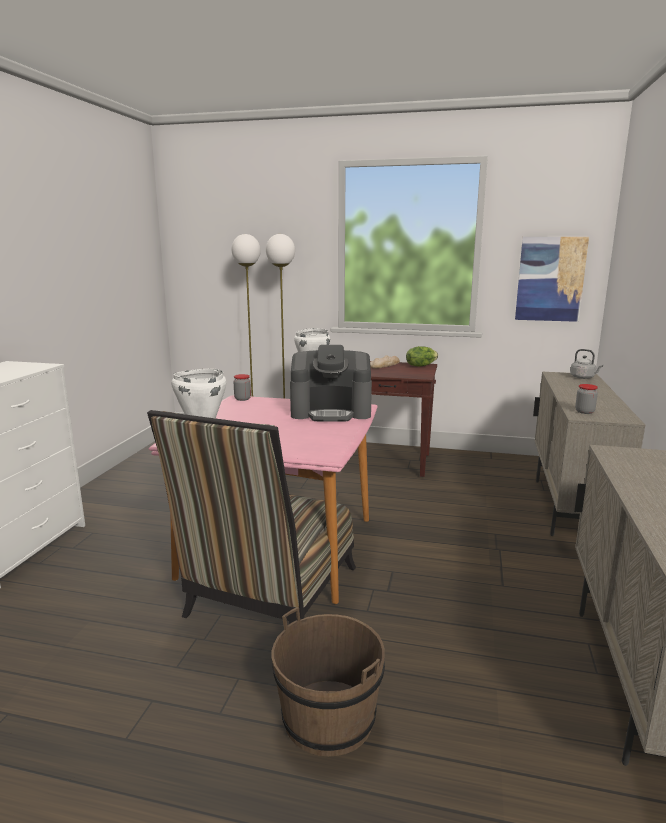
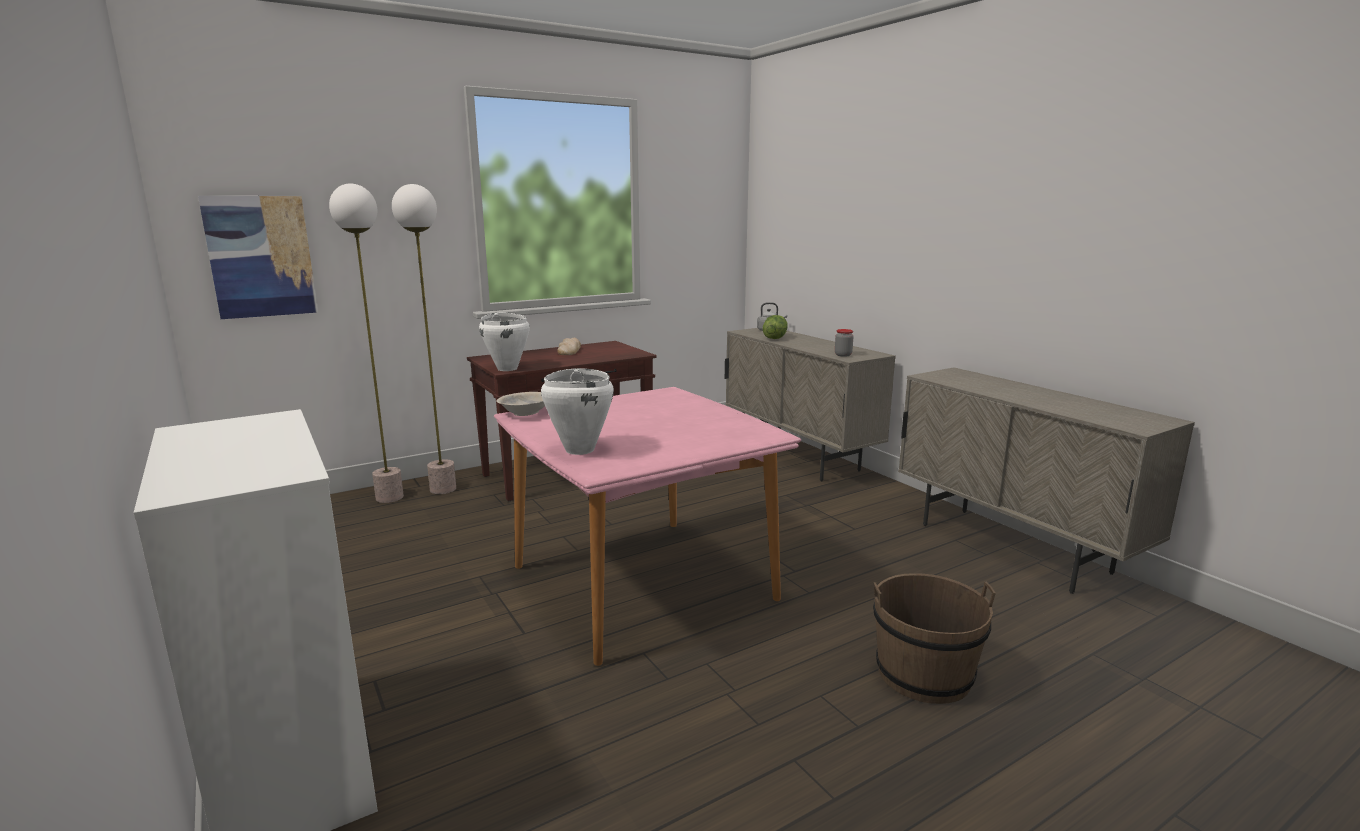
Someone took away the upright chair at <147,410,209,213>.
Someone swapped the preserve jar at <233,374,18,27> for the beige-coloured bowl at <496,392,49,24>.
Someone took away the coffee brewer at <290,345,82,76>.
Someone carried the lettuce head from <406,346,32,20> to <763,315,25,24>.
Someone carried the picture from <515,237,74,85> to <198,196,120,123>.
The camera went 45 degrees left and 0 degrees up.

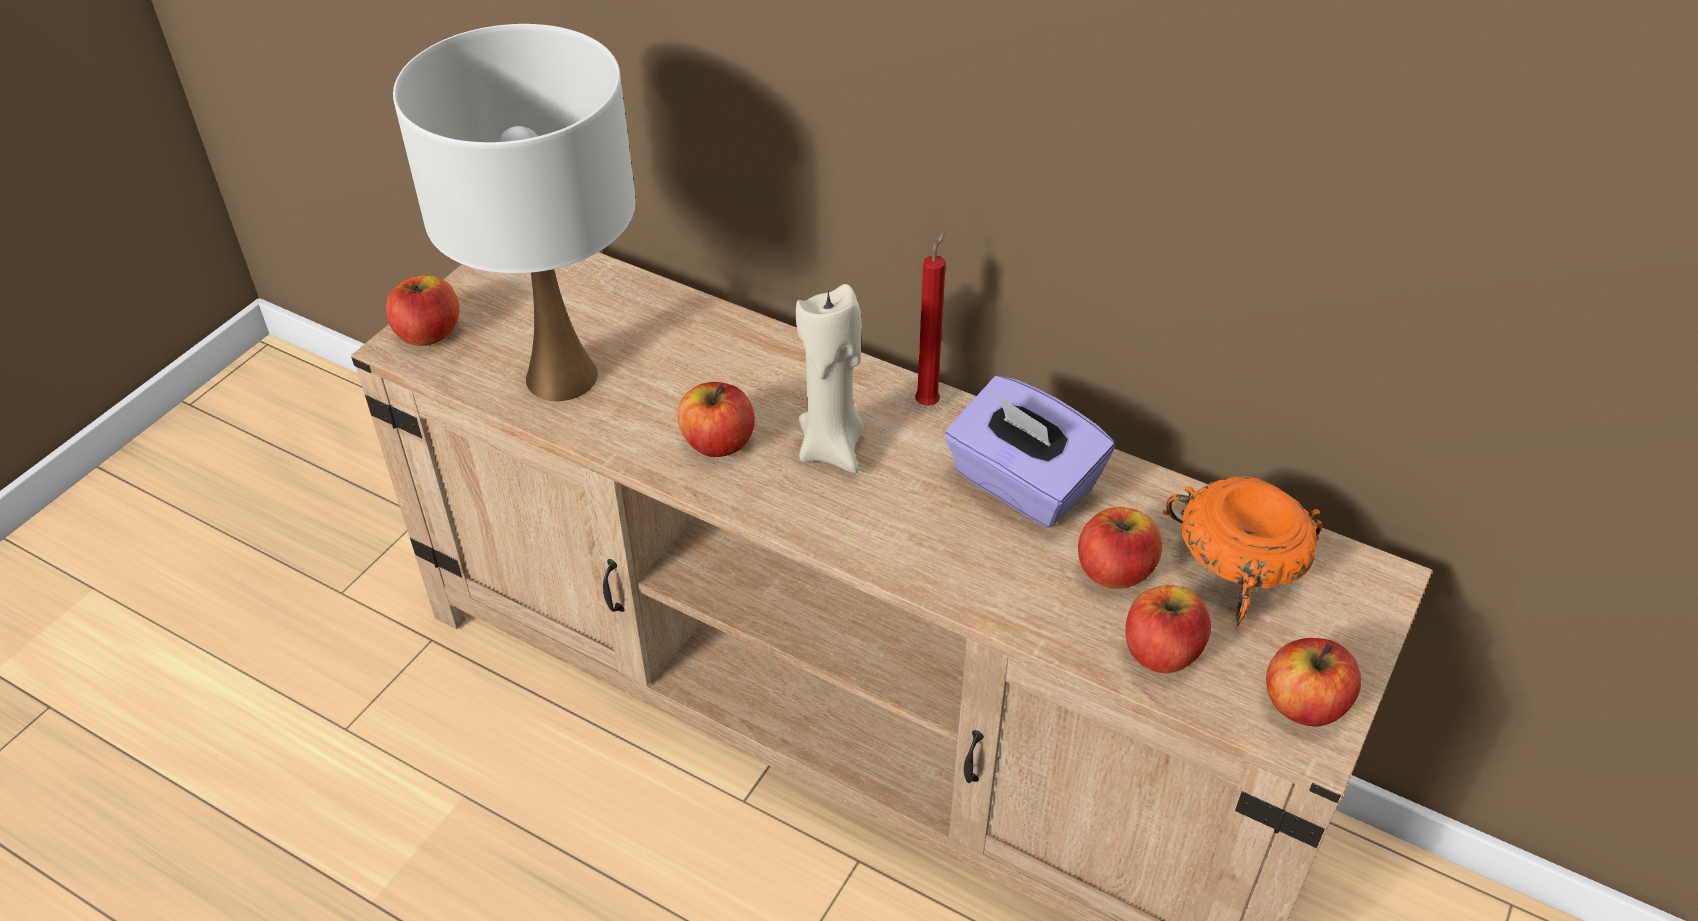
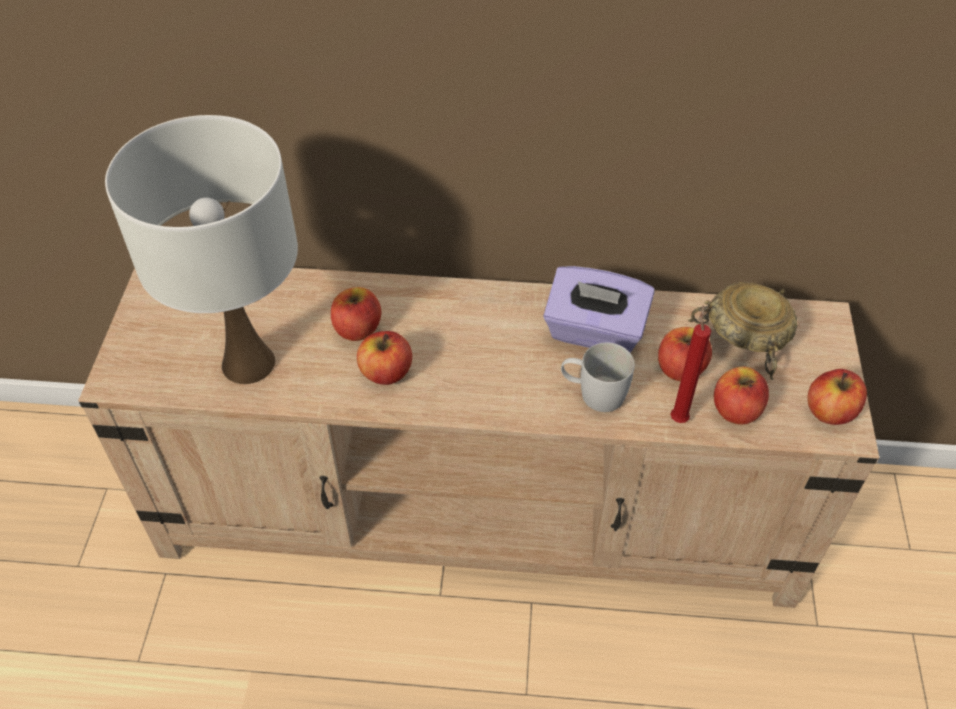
Someone carried the whole apple from <386,275,74,71> to <331,287,51,54>.
Someone took away the beige-coloured wax candle at <796,284,68,189>.
Someone carried the red-coloured wax candle from <915,231,31,175> to <670,305,41,118>.
Someone repainted the orange-coloured bowl at <1163,476,159,153>, which became the beige-coloured bowl at <688,282,109,98>.
Someone put down the white-coloured coffee mug at <561,343,74,69>.
The camera went 25 degrees left and 5 degrees up.

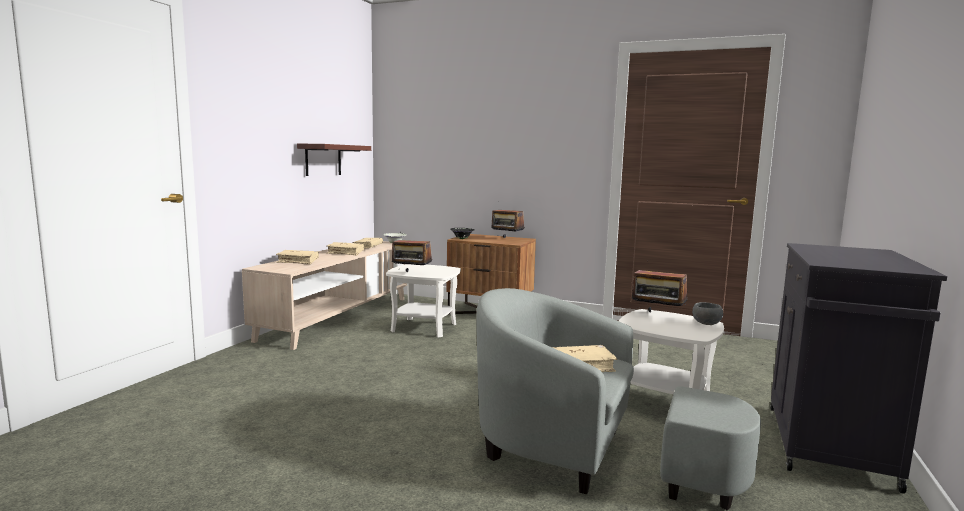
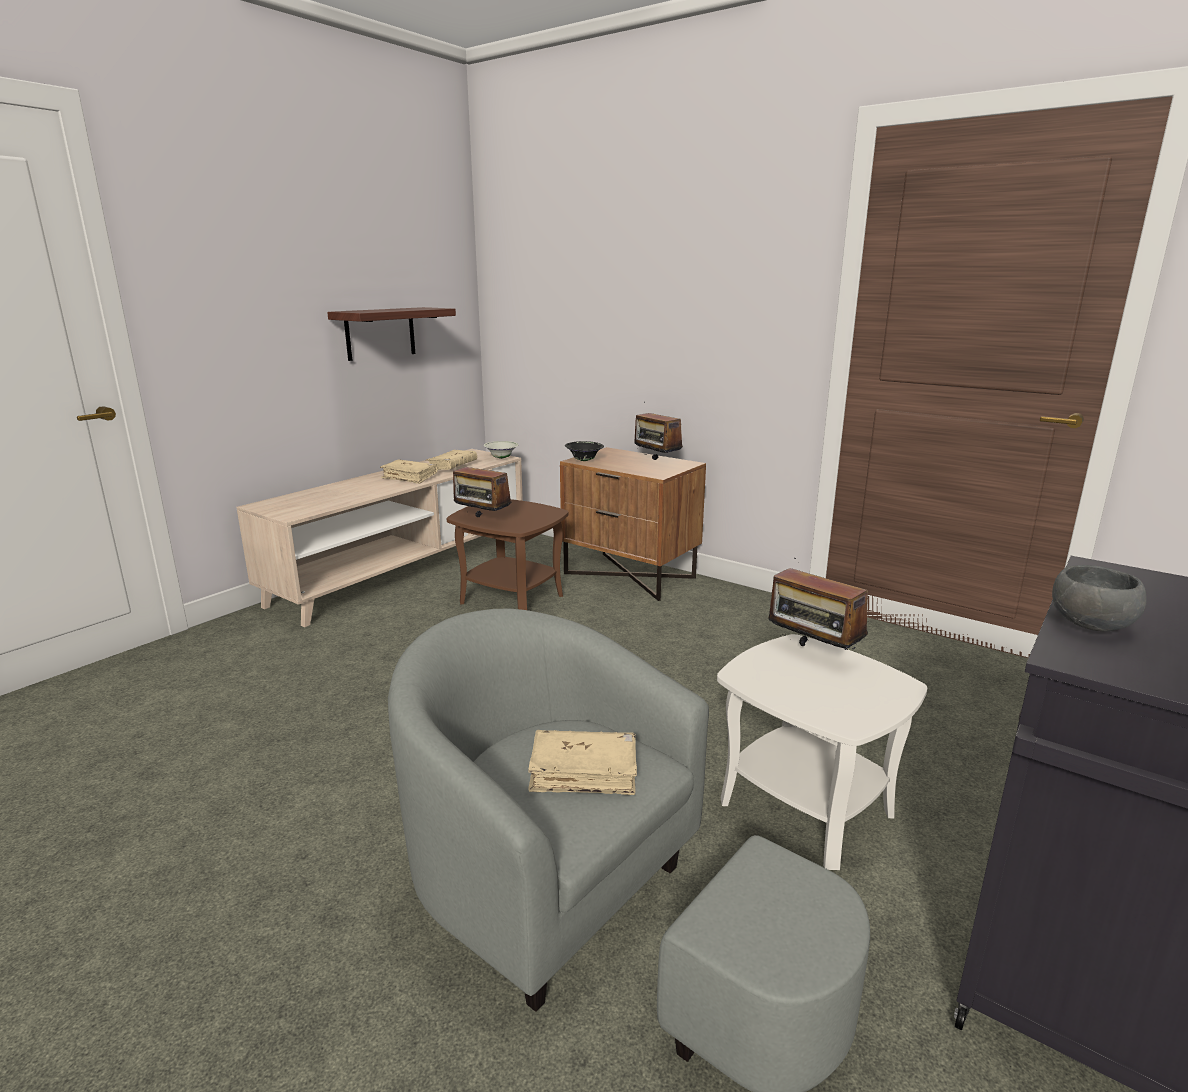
Someone took away the beige-coloured volume at <276,250,43,14>.
Someone repainted the white-coloured end table at <386,264,75,73>, which became the brown-coloured end table at <447,499,122,111>.
Someone carried the greyish bowl from <692,302,31,23> to <1052,565,95,67>.
The camera went 15 degrees right and 10 degrees up.

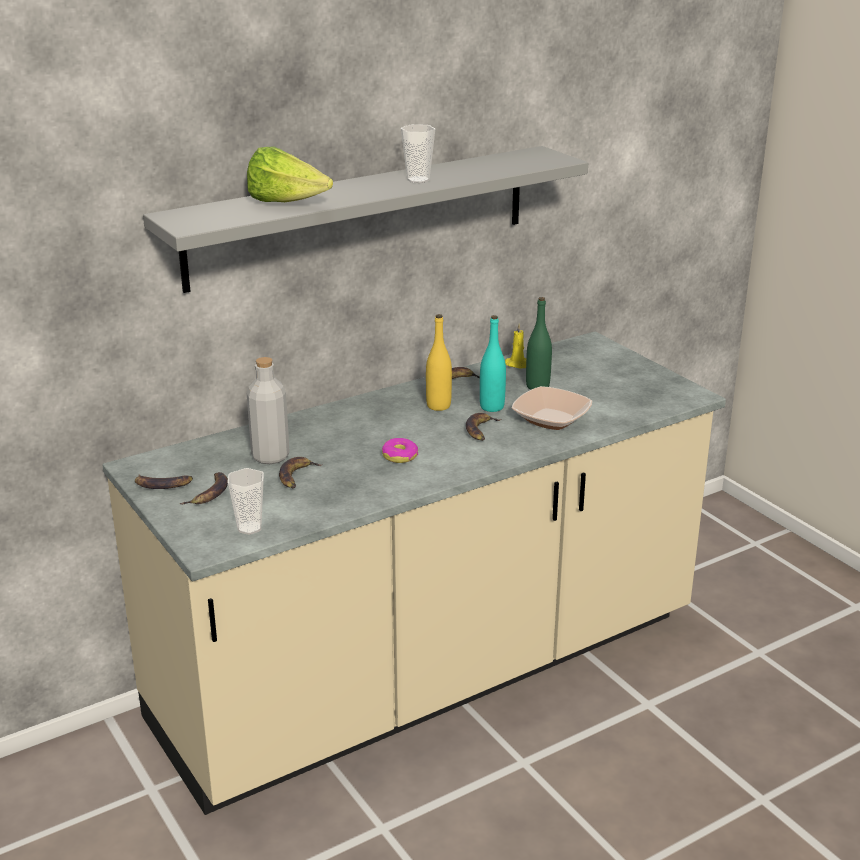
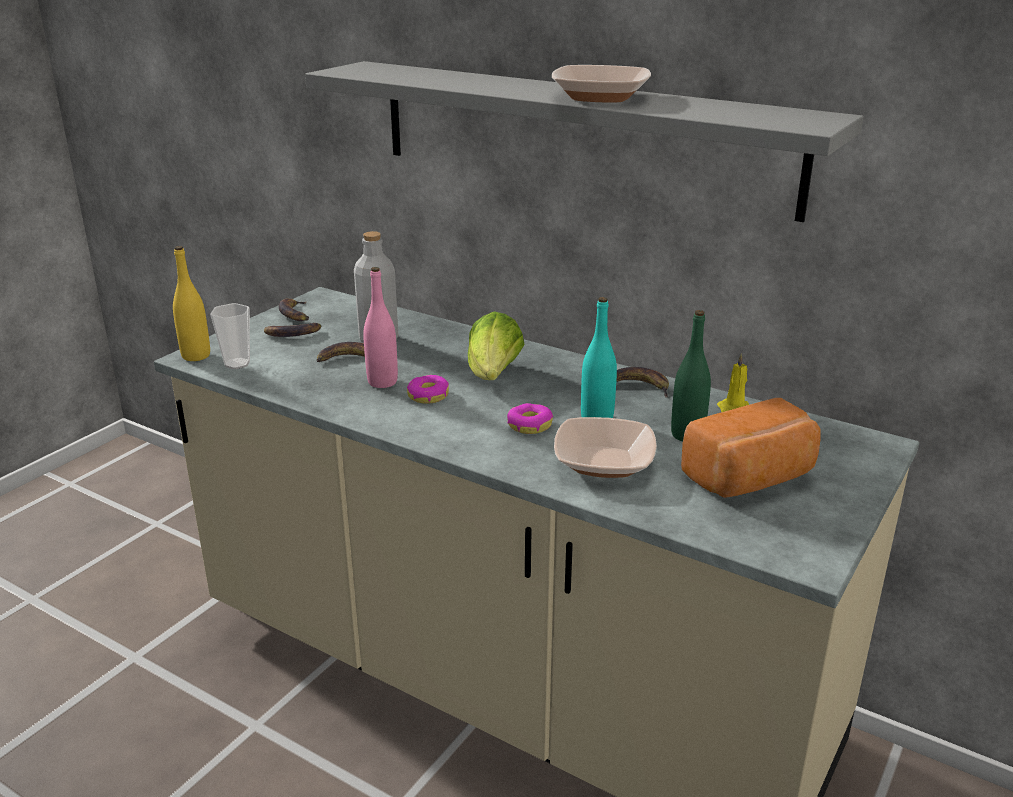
Someone carried the lettuce head from <247,146,86,56> to <468,311,57,69>.
Someone swapped the small cup at <401,124,34,59> for the bowl at <552,65,99,37>.
Someone carried the yellowish drink bottle from <426,314,26,97> to <173,246,37,115>.
Someone swapped the whole banana at <466,413,35,28> for the ring doughnut at <507,403,46,31>.
Someone put down the pink-coloured drink bottle at <363,267,35,121>.
Someone put down the baked bread at <681,398,139,100>.
The camera went 65 degrees right and 0 degrees up.

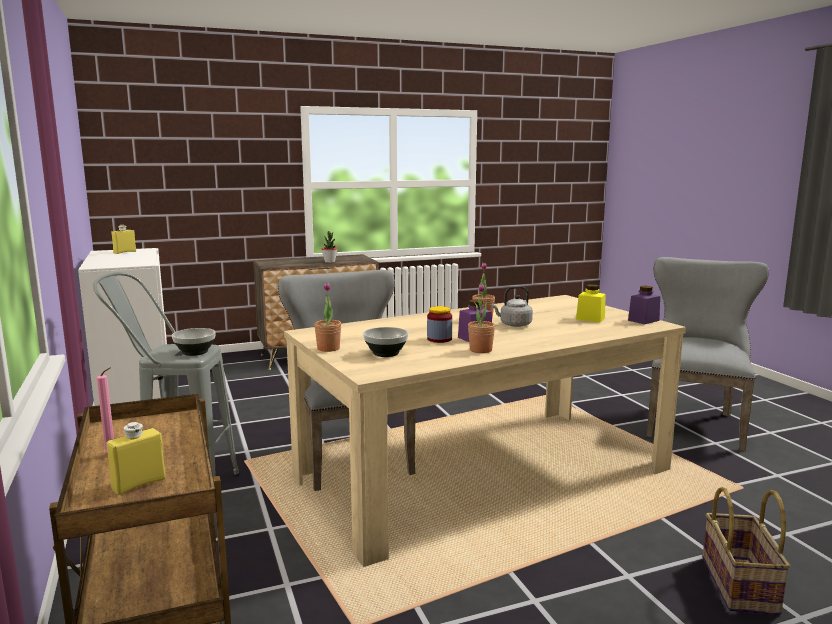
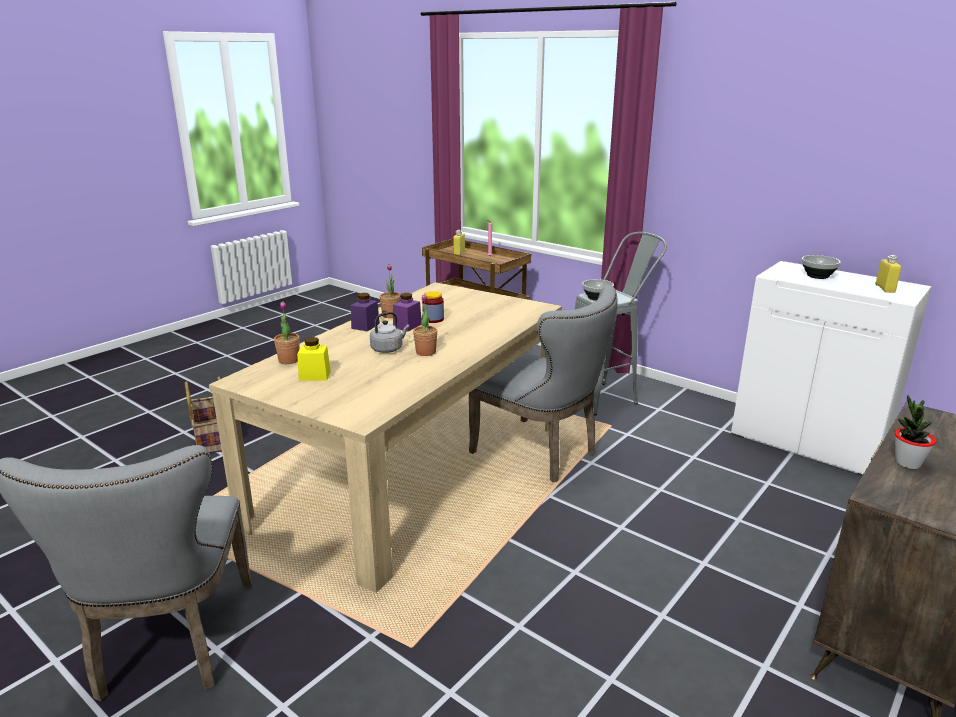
Someone carried the houseplant from <314,283,27,69> to <274,301,26,63>.
Someone carried the bowl from <363,327,45,30> to <802,255,39,24>.
Someone carried the purplish preserve jar from <628,286,32,38> to <351,293,29,38>.
The camera went 150 degrees right and 10 degrees up.

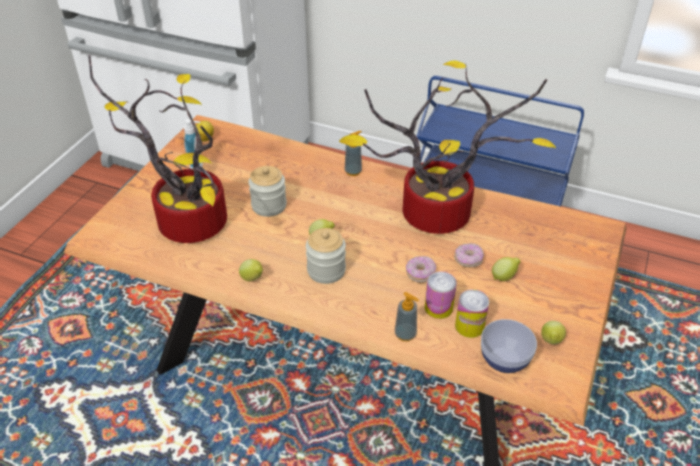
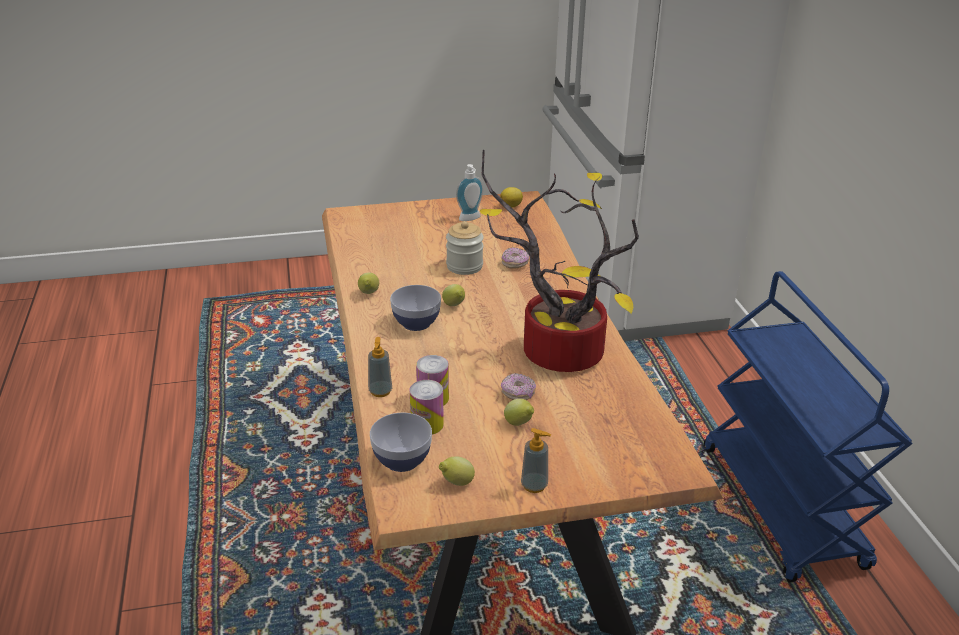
Someone took away the houseplant at <88,56,139,187>.
Someone swapped the preserve jar at <306,228,40,56> for the bowl at <390,285,51,46>.
Someone carried the soap dispenser from <344,131,18,45> to <521,428,30,65>.
Someone carried the ring doughnut from <406,256,30,27> to <502,247,27,22>.
The camera went 55 degrees right and 10 degrees down.

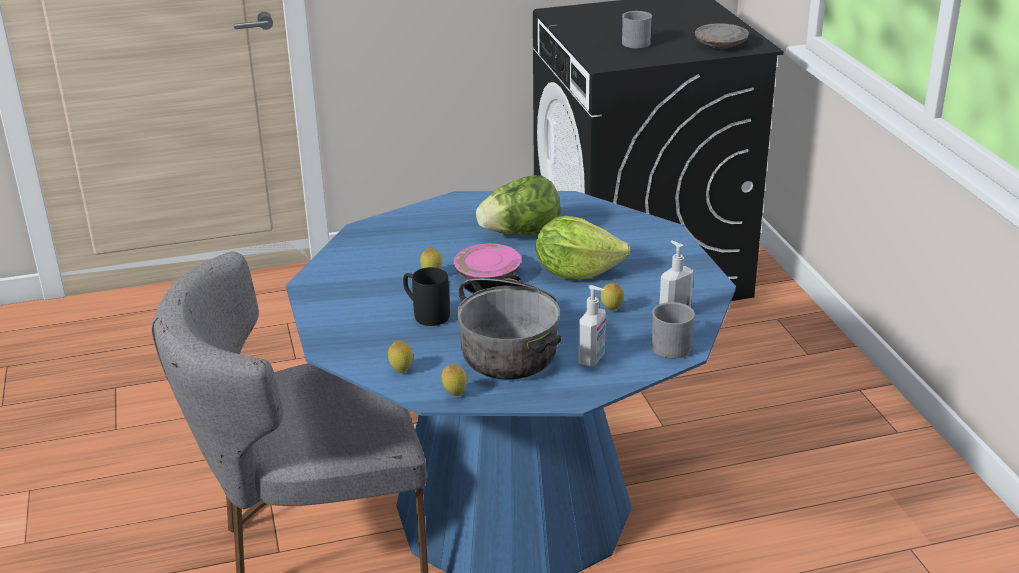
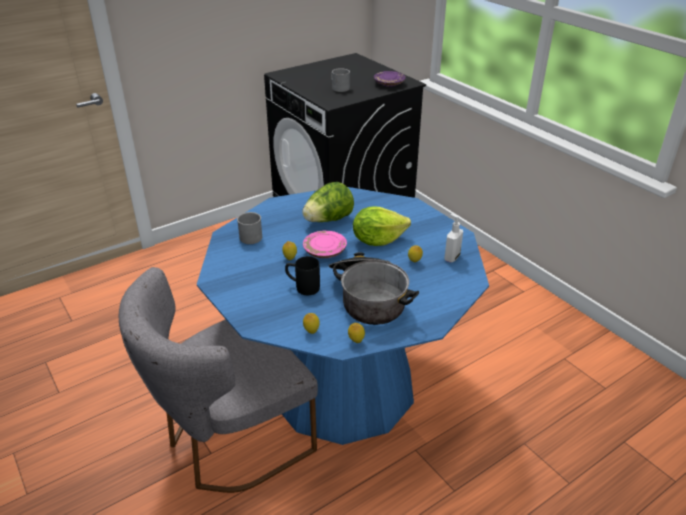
Someone took away the soap dispenser at <578,285,28,82>.
Someone carried the greyish coffee mug from <651,302,44,57> to <237,212,25,32>.
Someone repainted the greyish flat dish at <695,23,54,26>, which became the purplish flat dish at <374,71,31,16>.
The camera went 20 degrees left and 5 degrees up.

